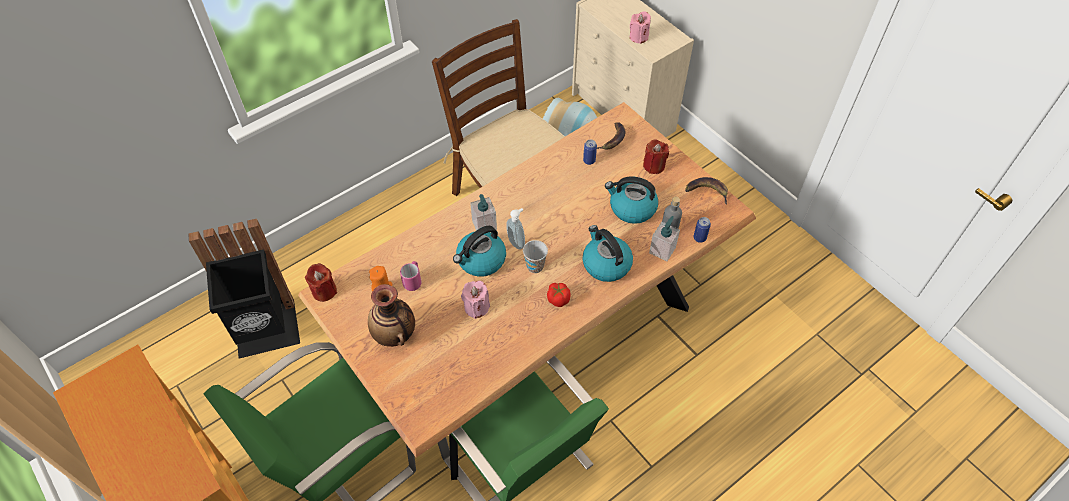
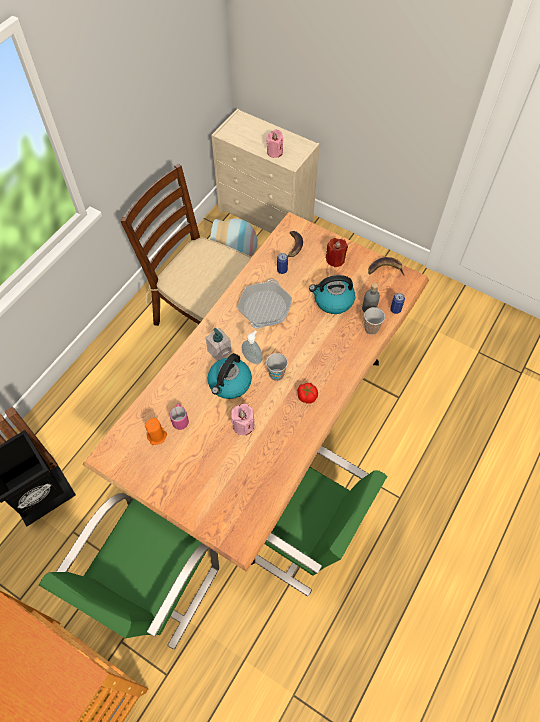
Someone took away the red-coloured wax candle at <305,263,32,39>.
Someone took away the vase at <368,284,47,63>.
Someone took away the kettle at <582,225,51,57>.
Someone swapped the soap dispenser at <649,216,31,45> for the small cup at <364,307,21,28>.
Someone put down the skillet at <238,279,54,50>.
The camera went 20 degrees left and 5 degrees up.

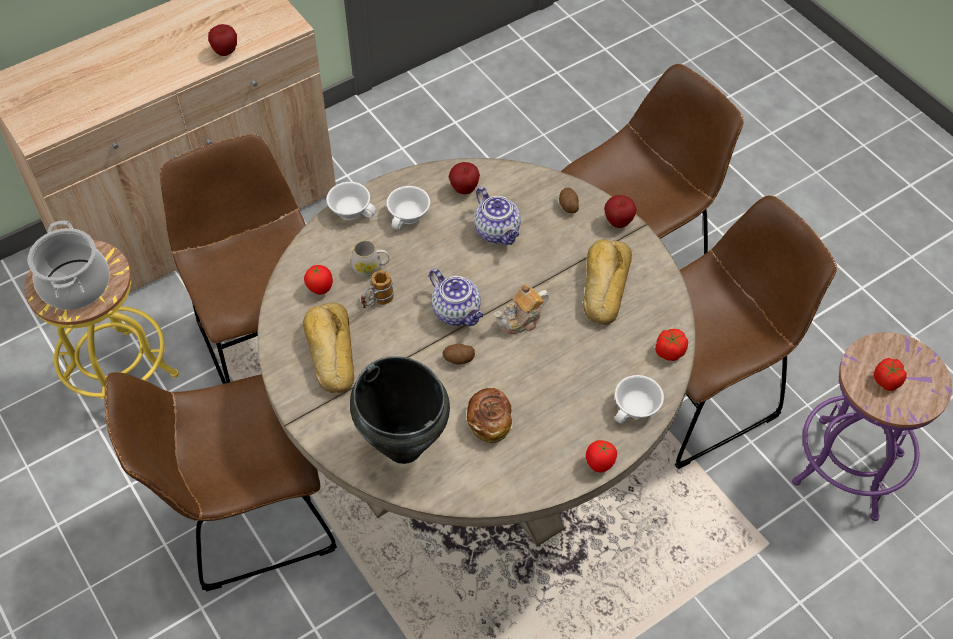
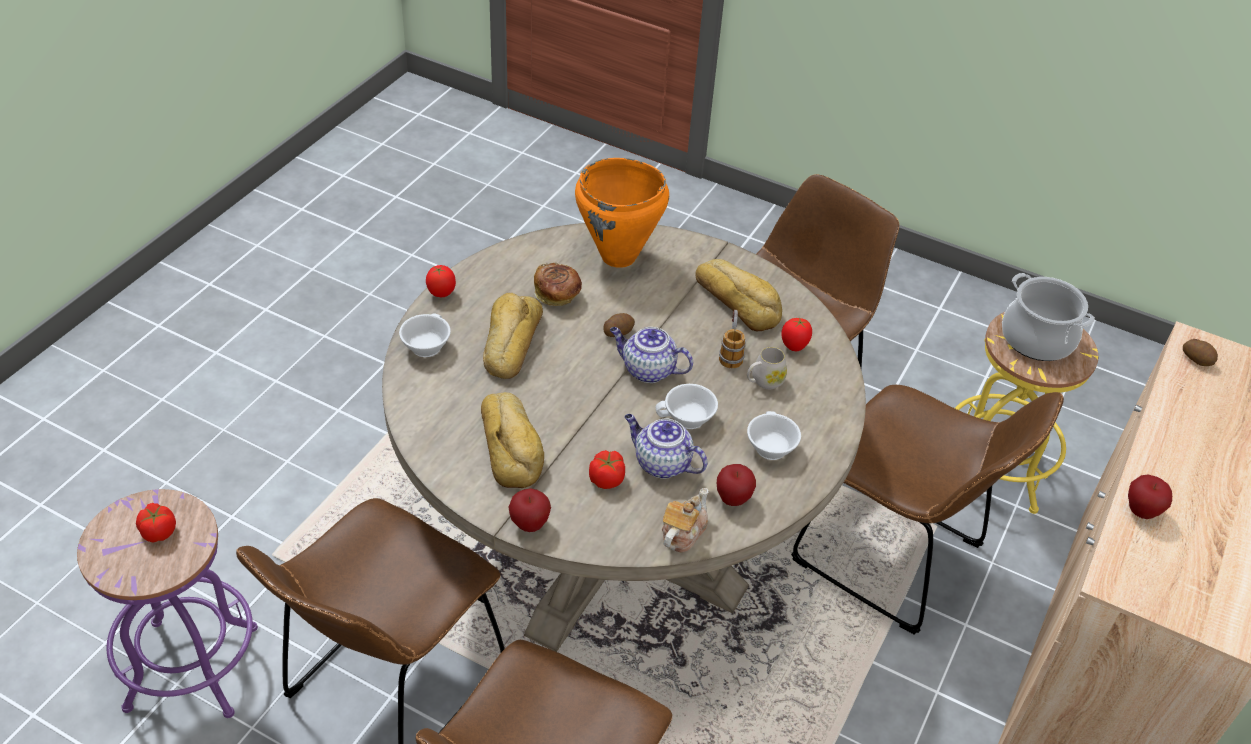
Someone carried the white-coloured small cup from <327,182,49,38> to <656,384,62,45>.
Someone repainted the black-coloured stockpot at <350,356,100,108>, which became the orange-coloured stockpot at <575,158,94,110>.
Someone carried the pot for tea from <494,284,55,50> to <662,488,47,65>.
Someone carried the whole potato from <559,188,20,26> to <1183,339,35,27>.
Someone carried the whole tomato from <655,329,33,32> to <589,450,36,39>.
Someone put down the baked bread at <483,293,60,86>.
The camera went 150 degrees right and 10 degrees down.

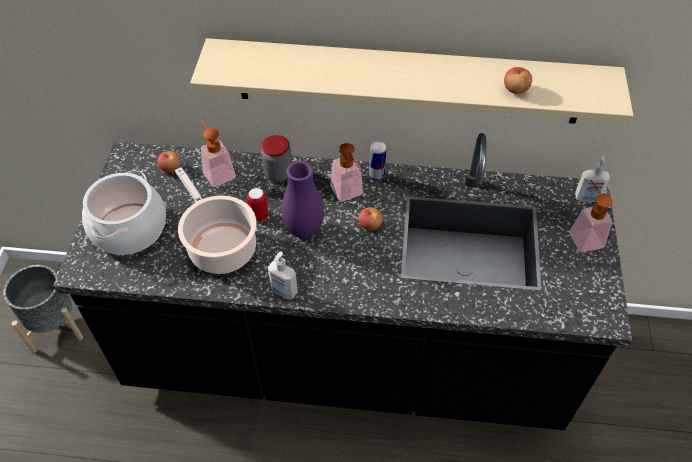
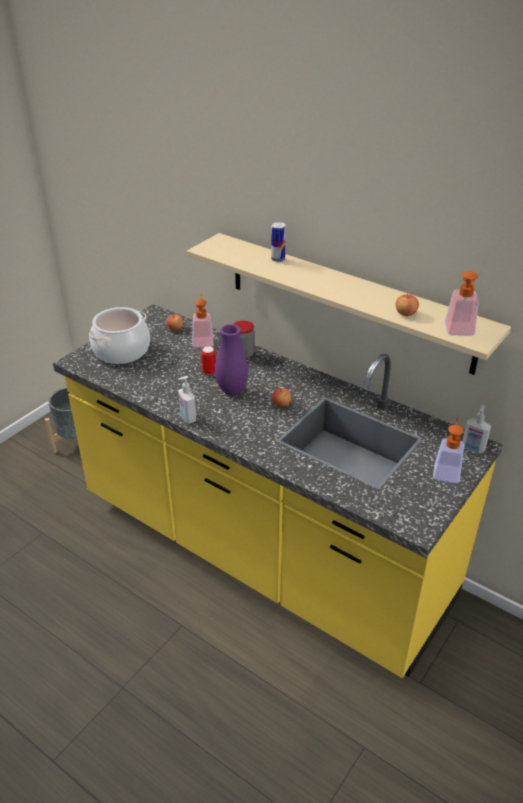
Someone repainted the black-coloured kitchen base unit at <53,133,579,297>, which became the yellowish kitchen base unit at <53,304,450,374>.
Someone took away the stockpot at <175,167,82,107>.
Someone carried the soap dispenser from <330,143,33,59> to <445,271,34,65>.
Someone carried the can from <369,142,17,39> to <271,222,15,40>.
The camera went 30 degrees right and 15 degrees down.

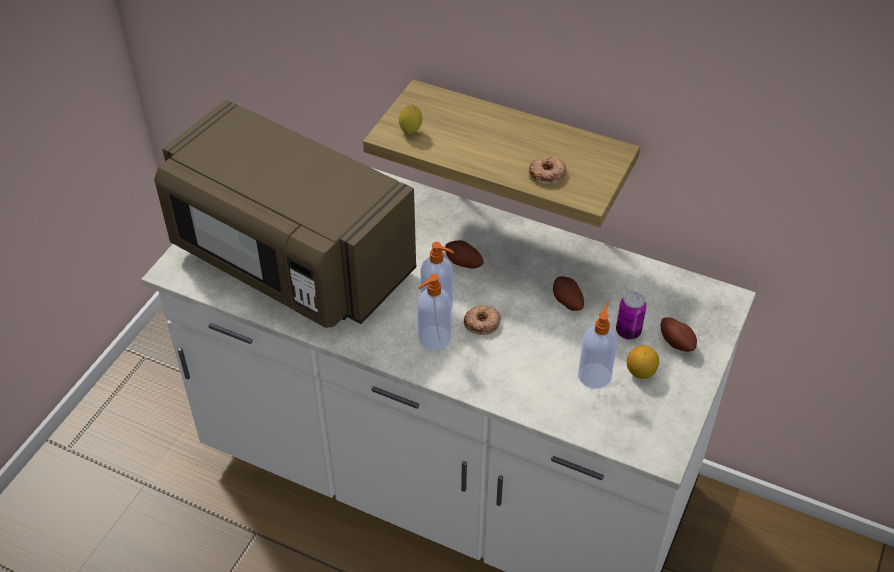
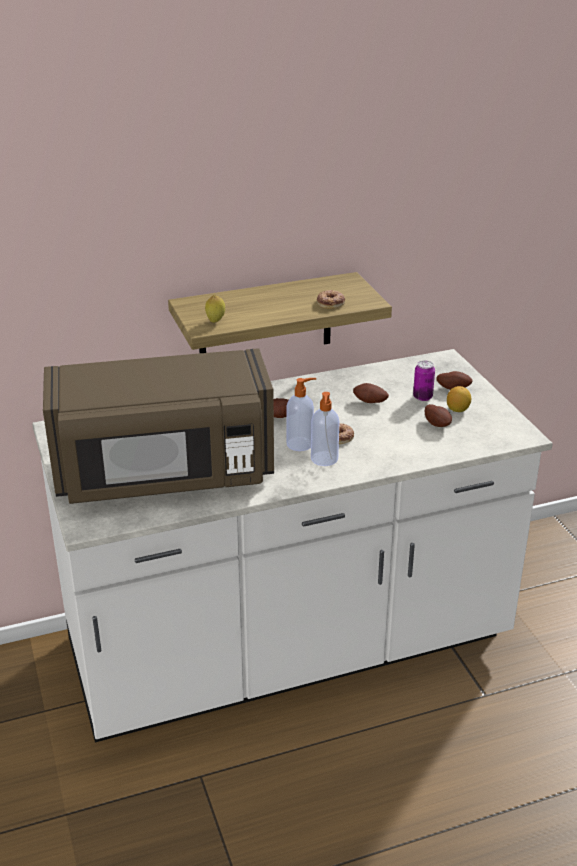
Someone swapped the soap dispenser at <578,301,39,88> for the whole potato at <425,404,27,23>.
The camera went 45 degrees left and 15 degrees down.

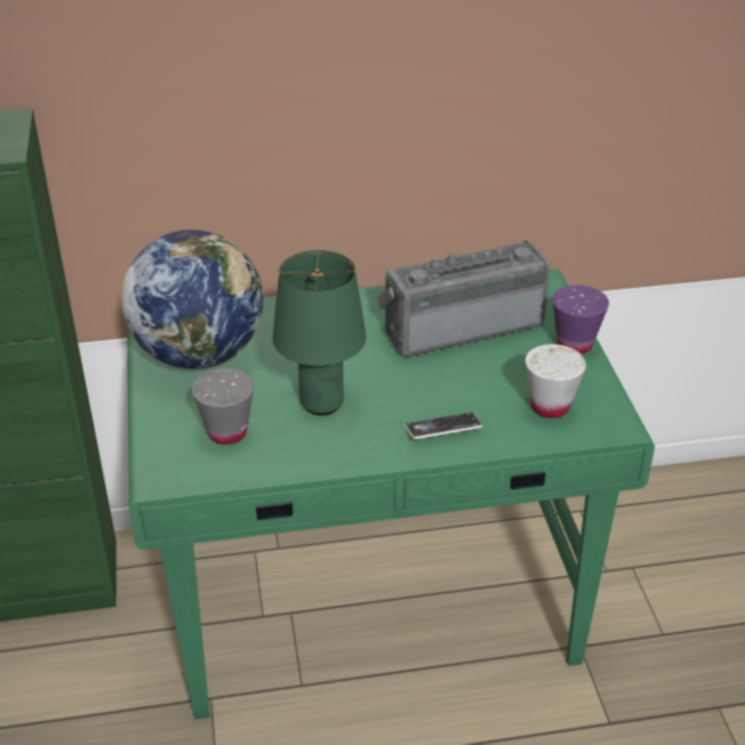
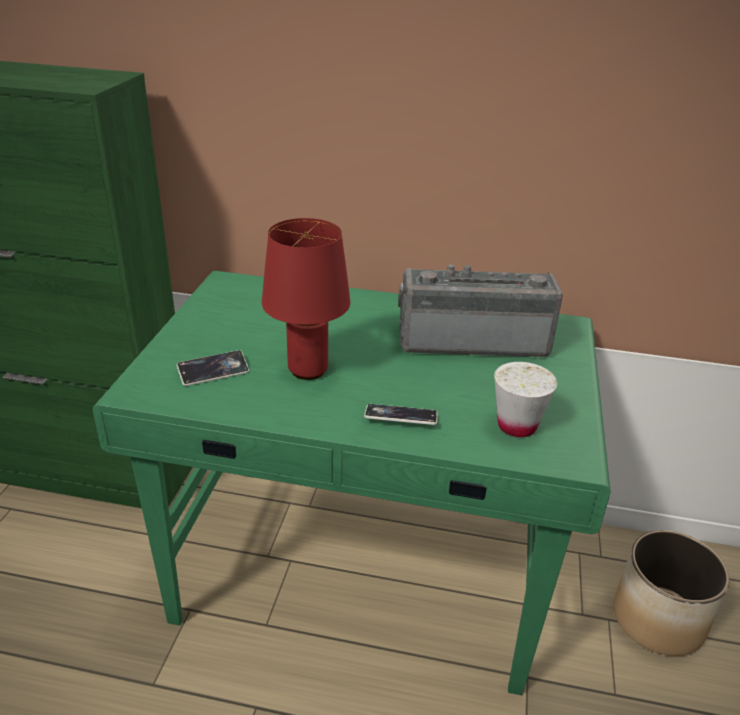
Someone took away the globe at <121,230,143,139>.
Someone swapped the greyish small cup at <192,368,62,77> for the phone at <177,350,72,36>.
Someone repainted the green tabletop lamp at <273,250,93,166>, which became the red-coloured tabletop lamp at <262,218,88,162>.
Someone took away the purplish small cup at <552,285,57,69>.
Someone put down the planter at <613,530,117,126>.
The camera went 20 degrees right and 5 degrees down.

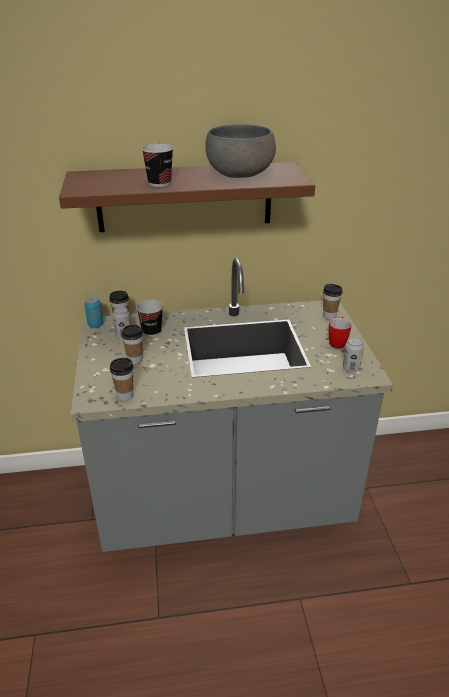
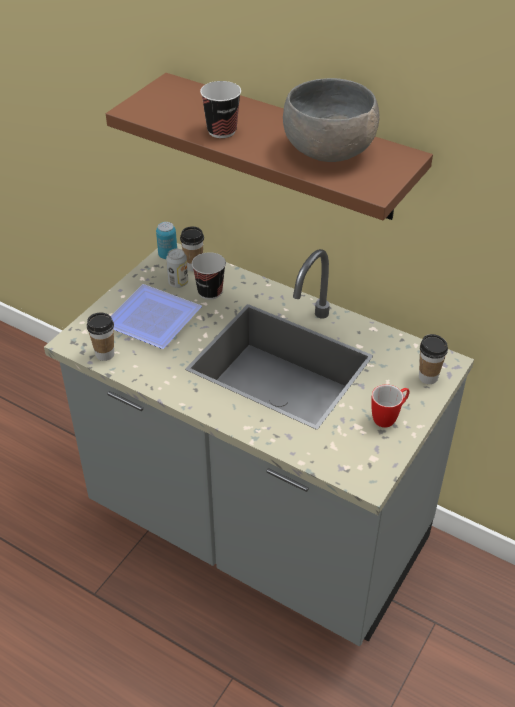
Someone swapped the small cup at <121,325,22,39> for the flat dish at <111,284,91,65>.
Someone took away the can at <343,337,21,35>.
The camera went 40 degrees right and 10 degrees up.

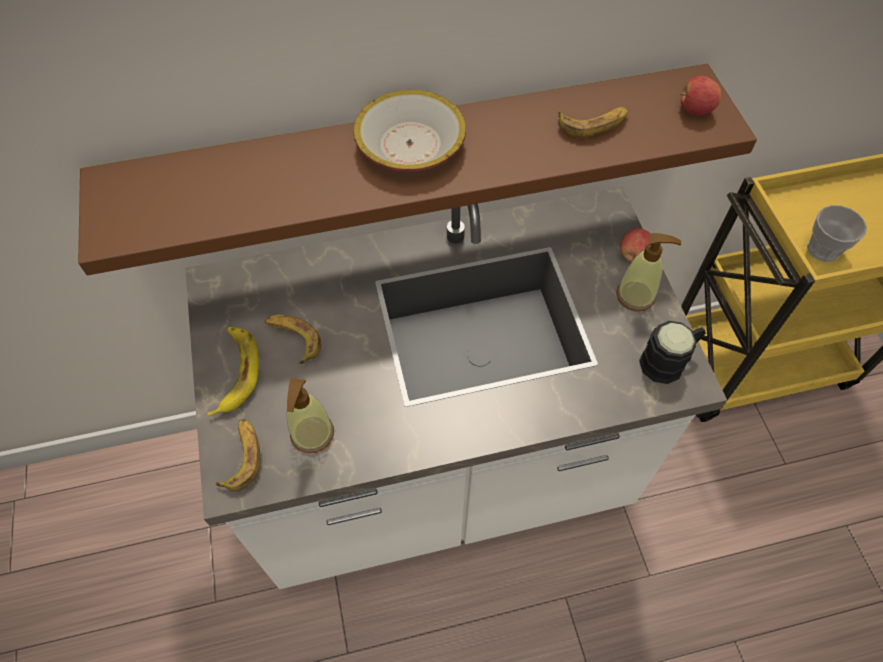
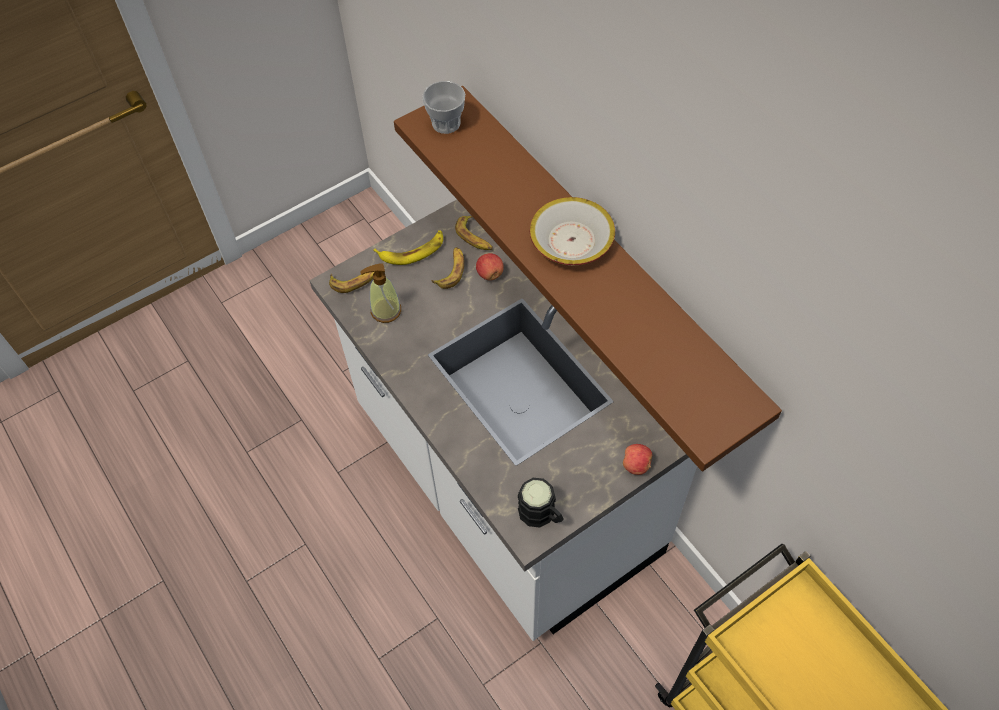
Someone carried the whole banana from <558,107,71,31> to <455,216,38,34>.
Someone took away the soap dispenser at <616,233,65,78>.
Someone carried the whole apple from <680,76,41,39> to <476,253,28,28>.
Someone carried the small cup from <807,205,60,57> to <422,81,43,53>.
The camera went 70 degrees right and 0 degrees up.

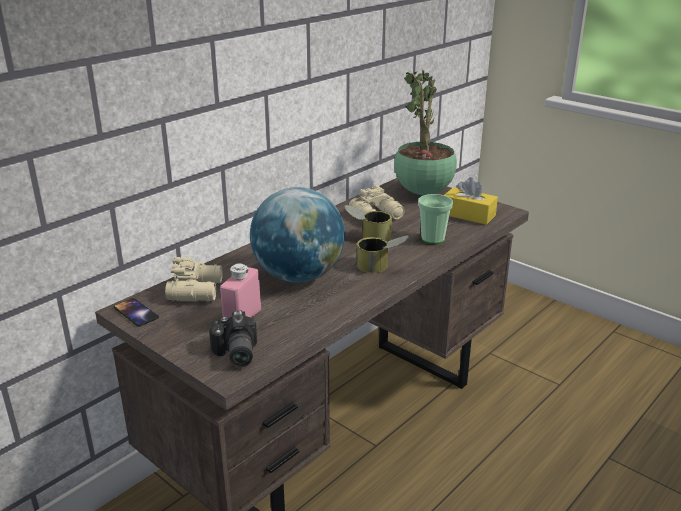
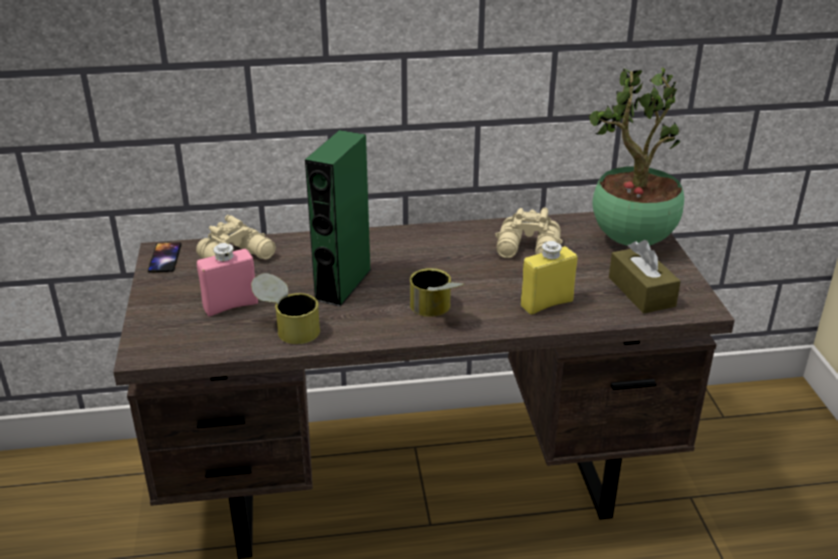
Someone took away the photo camera at <209,310,48,57>.
Someone swapped the globe at <250,187,95,96> for the green speaker at <305,130,66,177>.
Someone carried the can from <344,205,48,37> to <251,273,69,71>.
Someone swapped the small cup at <418,194,35,50> for the yellowish drink bottle at <521,241,56,74>.
Someone repainted the yellowish tissue box at <445,177,53,48>, which became the brown-coloured tissue box at <609,240,72,74>.
The camera went 40 degrees right and 5 degrees up.

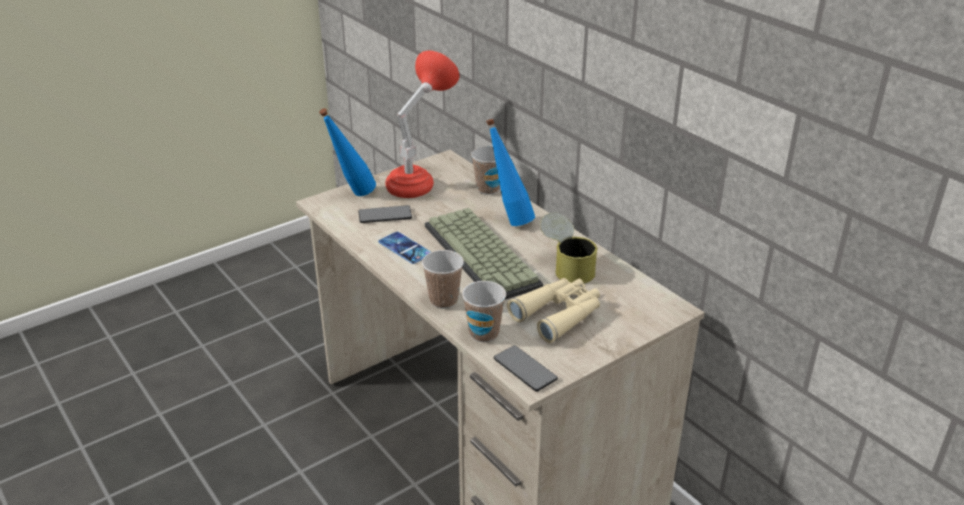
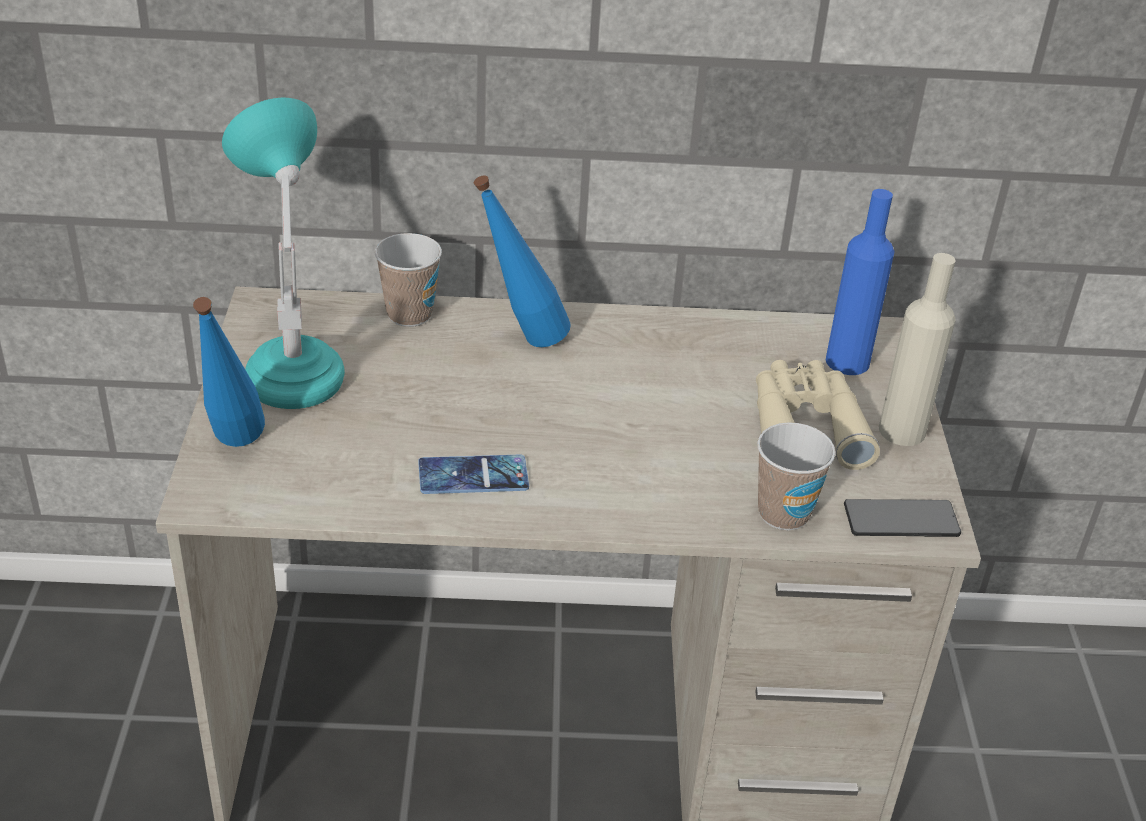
Someone took away the phone at <358,205,54,18>.
Someone repainted the red-coloured tabletop lamp at <385,51,74,147>, which became the blue-green tabletop lamp at <222,98,123,311>.
Someone took away the small cup at <422,250,42,58>.
Someone took away the computer keyboard at <425,208,118,92>.
Someone took away the can at <540,212,57,72>.
Someone put down the blue-coloured drink bottle at <826,189,69,186>.
Someone put down the beige-coloured drink bottle at <879,253,77,193>.
The camera went 55 degrees left and 5 degrees up.

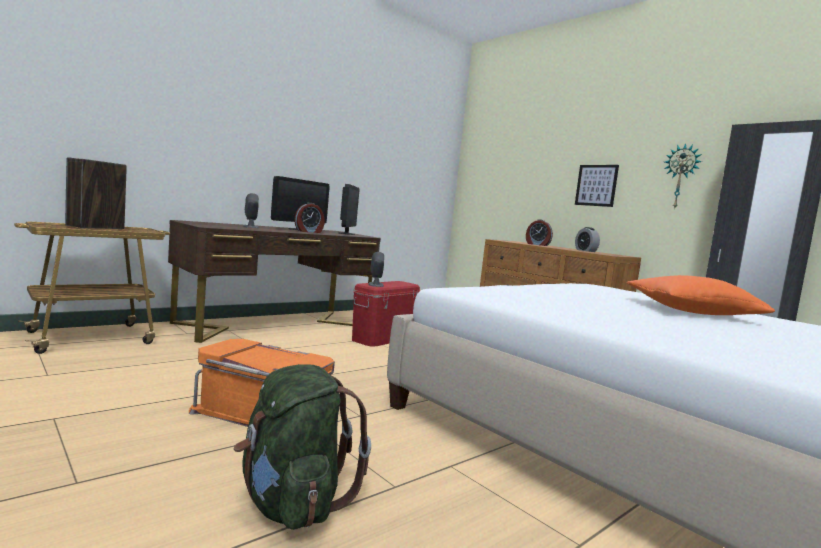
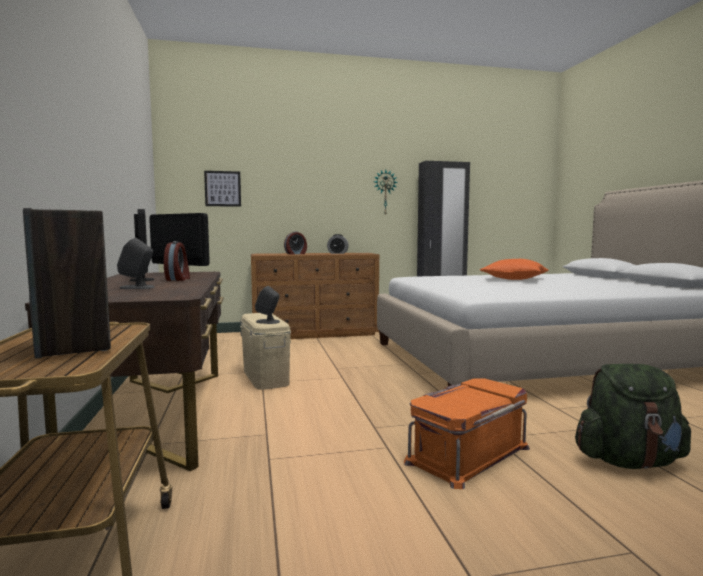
Someone repainted the red-coloured storage bin at <352,281,68,66>, which became the beige-coloured storage bin at <240,313,51,77>.
Someone carried the picture from <575,165,44,42> to <204,171,37,36>.
The camera went 60 degrees left and 0 degrees up.

